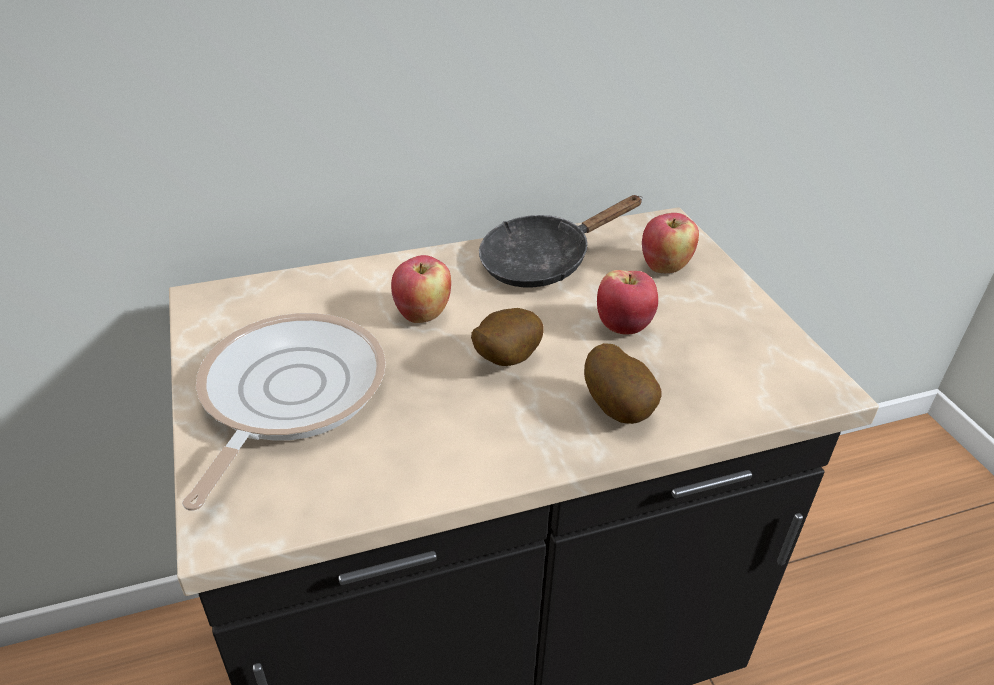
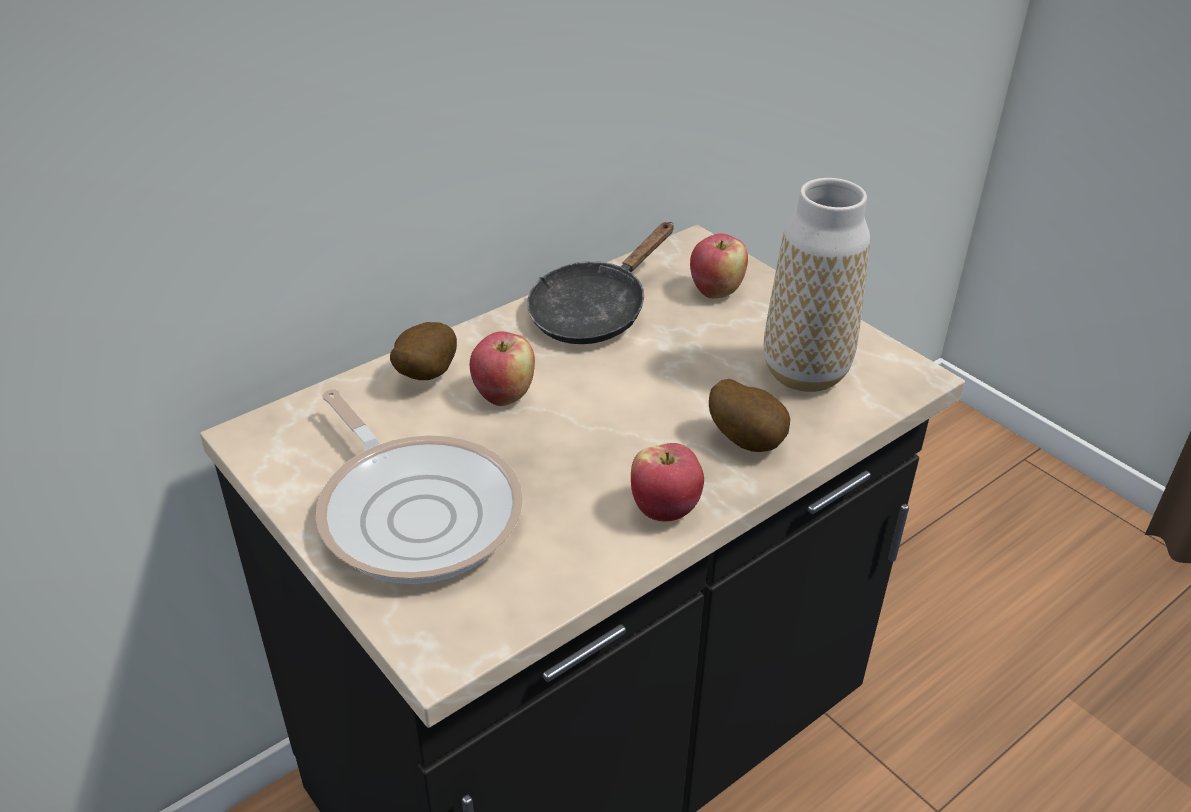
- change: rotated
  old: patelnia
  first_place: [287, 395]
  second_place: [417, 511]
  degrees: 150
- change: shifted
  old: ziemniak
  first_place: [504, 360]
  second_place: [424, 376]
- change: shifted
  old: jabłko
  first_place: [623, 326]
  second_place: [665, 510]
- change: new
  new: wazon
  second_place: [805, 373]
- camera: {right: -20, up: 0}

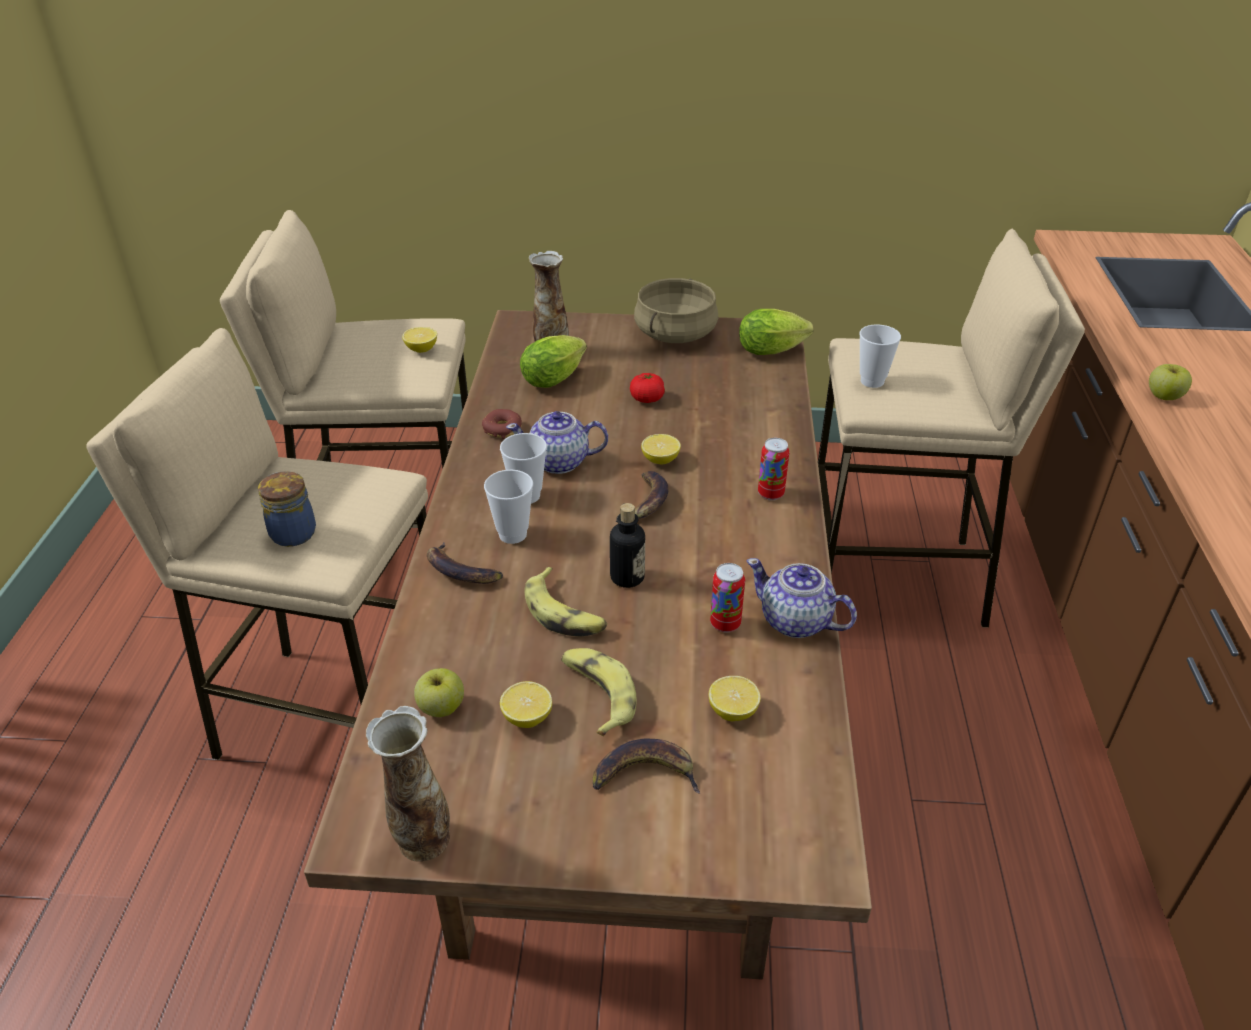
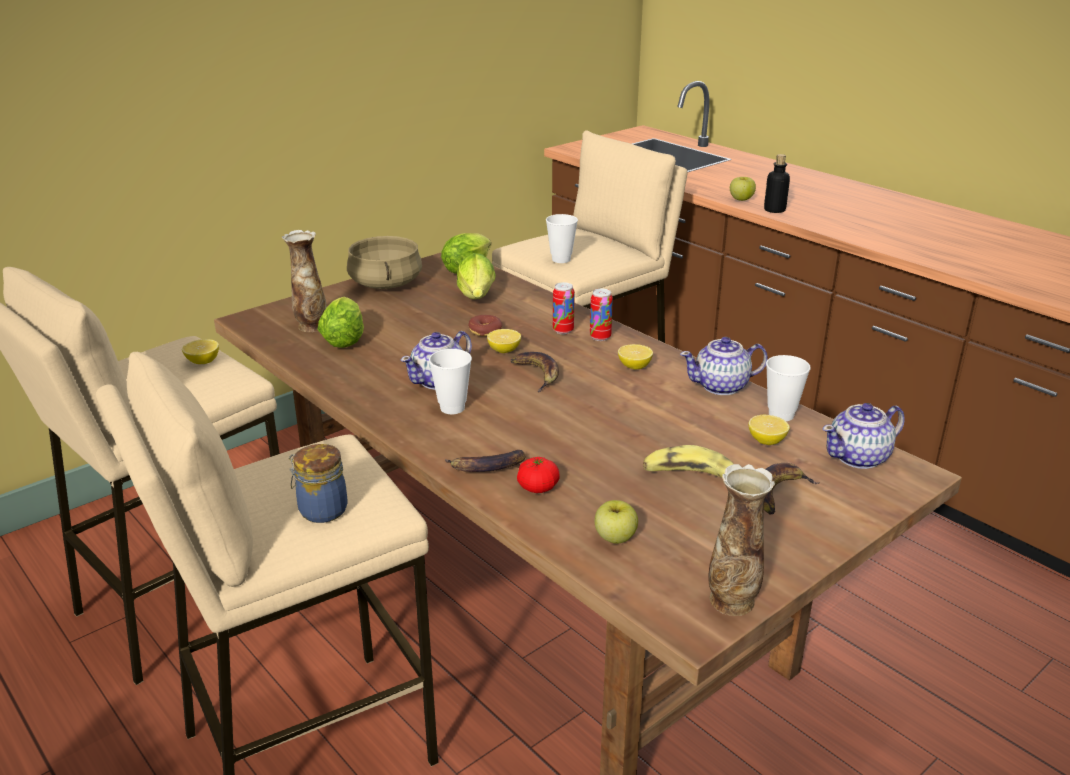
- change: new
  new: sałata
  second_place: [477, 298]
- change: shifted
  old: donut
  first_place: [502, 429]
  second_place: [485, 331]
- change: shifted
  old: pomidor
  first_place: [647, 399]
  second_place: [538, 487]
- change: shifted
  old: puszka
  first_place: [725, 624]
  second_place: [563, 330]
- change: shifted
  old: cytryna
  first_place: [527, 717]
  second_place: [634, 366]
- change: shifted
  old: butelka
  first_place: [627, 577]
  second_place: [774, 210]
- change: shifted
  old: filiżanka
  first_place: [512, 534]
  second_place: [781, 415]
- change: new
  new: imbryk
  second_place: [859, 457]
- change: gone
  old: banan
  first_place: [564, 613]
- camera: {right: -45, up: -10}

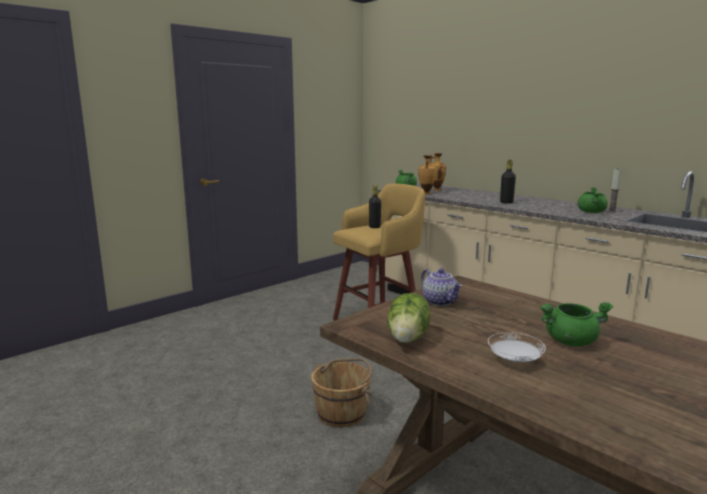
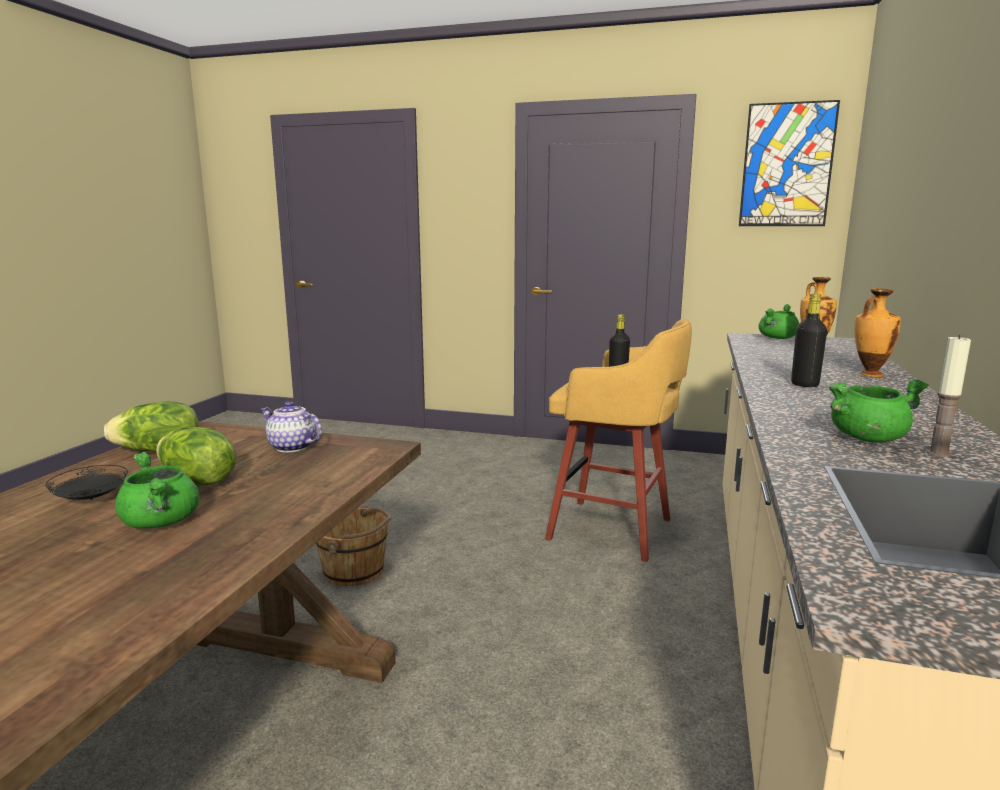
- change: repainted
  old: talerz [biały]
  new: talerz [czarny]
  first_place: [515, 361]
  second_place: [91, 499]
- change: new
  new: sałata
  second_place: [197, 481]
- change: rotated
  old: imbryk
  first_place: [440, 302]
  second_place: [291, 447]
  degrees: 90
- change: new
  new: obraz
  second_place: [787, 165]
- change: shifted
  old: wazon
  first_place: [426, 194]
  second_place: [869, 374]
- camera: {right: 60, up: 0}

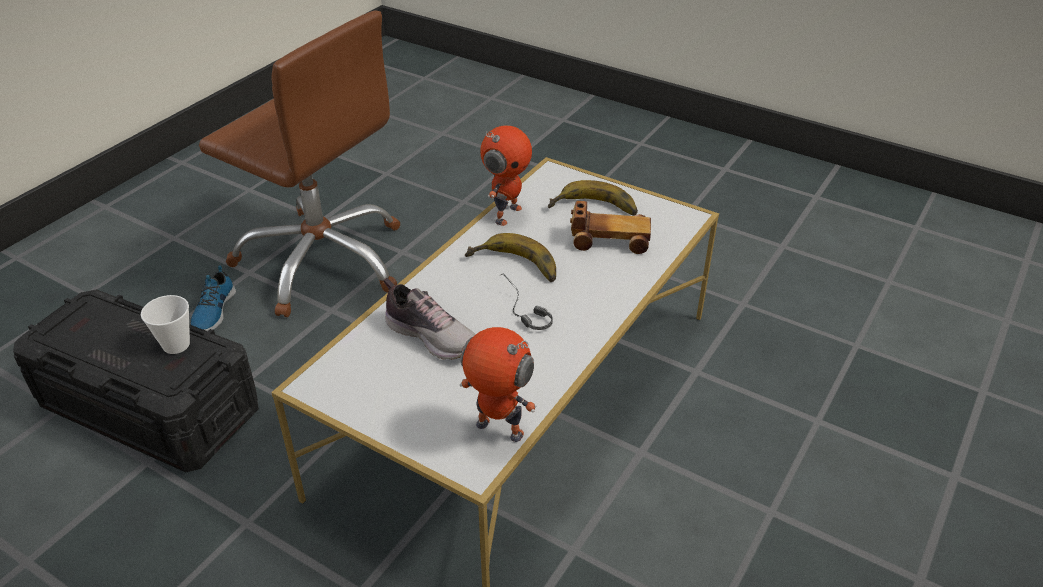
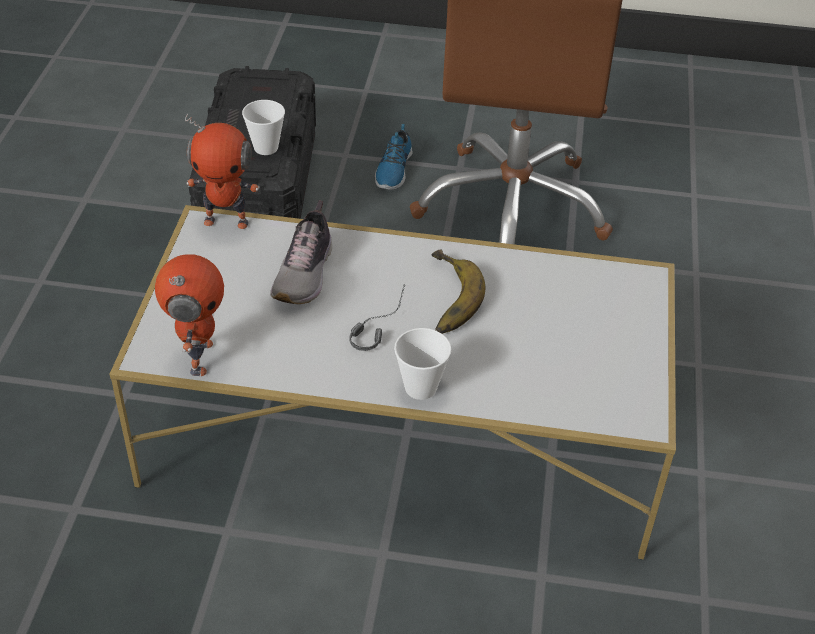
- change: shifted
  old: robot zabawkowy
  first_place: [506, 214]
  second_place: [227, 221]
- change: rotated
  old: but
  first_place: [212, 311]
  second_place: [393, 169]
  degrees: -60
- change: new
  new: filiżanka
  second_place: [420, 387]
- change: gone
  old: banan
  first_place: [593, 210]
- change: gone
  old: samochodzik
  first_place: [609, 239]
- camera: {right: 65, up: 5}

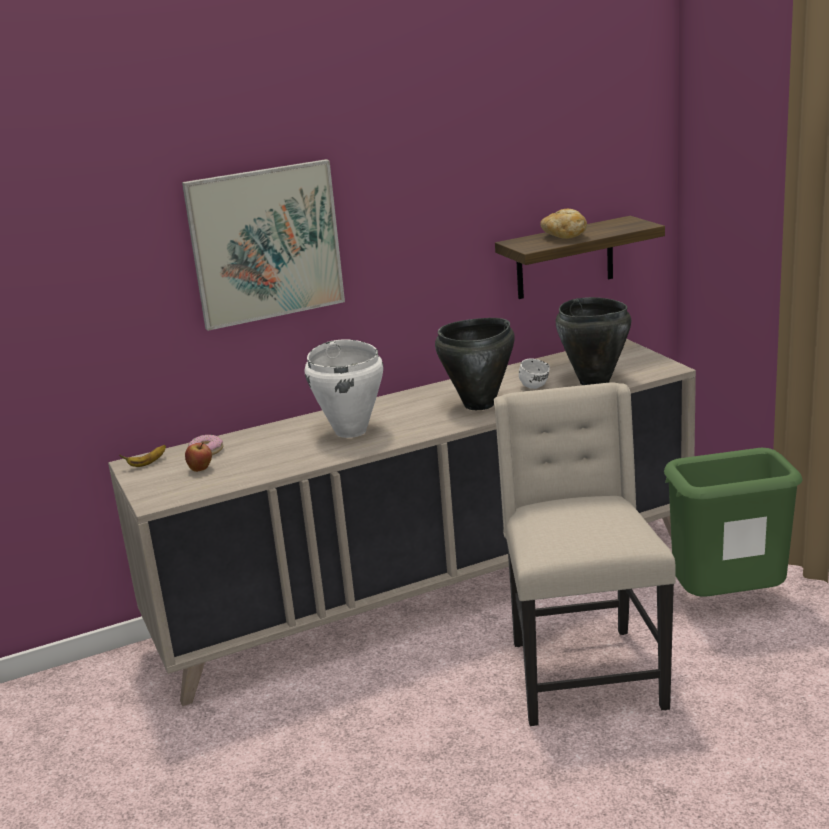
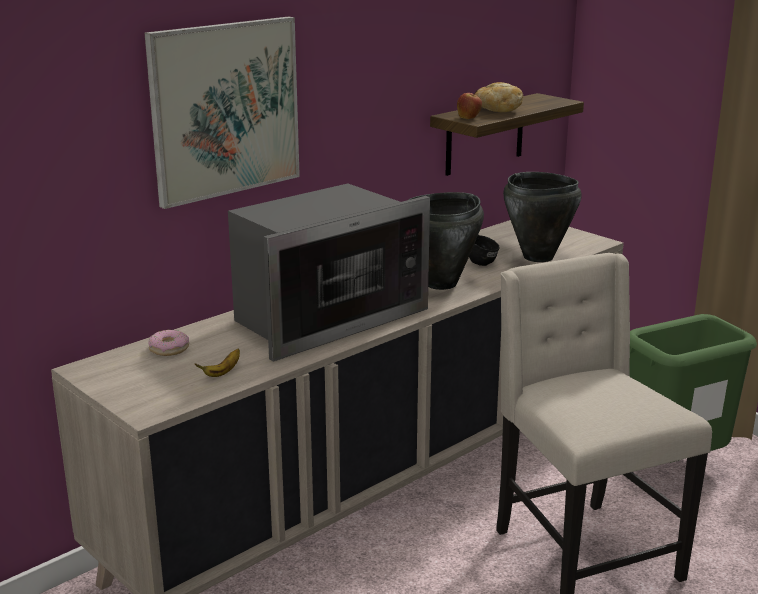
- change: shifted
  old: banan
  first_place: [147, 463]
  second_place: [222, 372]
- change: swapped
  old: garnek [biały]
  new: mikrofalówka
  first_place: [351, 431]
  second_place: [324, 317]
- change: shifted
  old: jabłko
  first_place: [200, 469]
  second_place: [469, 118]
- change: repainted
  old: kubek [biały]
  new: kubek [czarny]
  first_place: [538, 385]
  second_place: [484, 262]
- camera: {right: -20, up: 0}

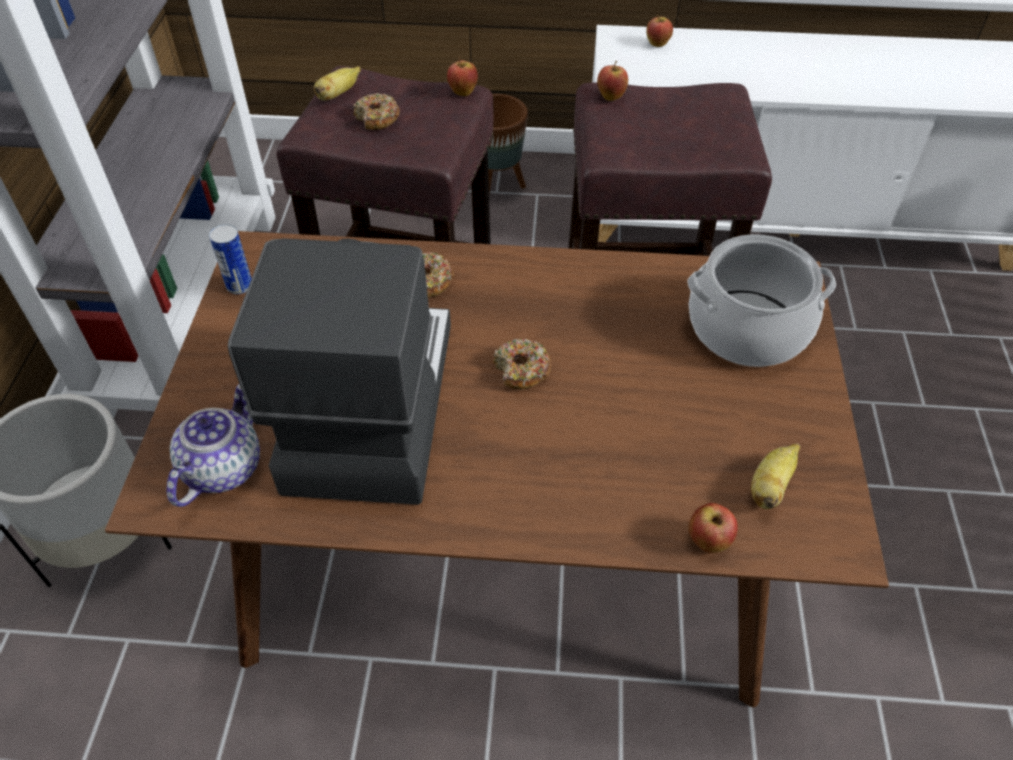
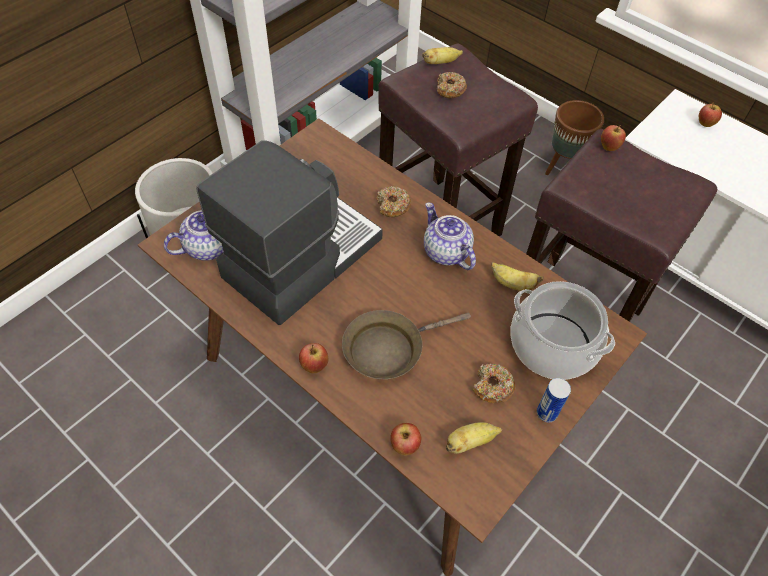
- change: shifted
  old: jabłko
  first_place: [463, 93]
  second_place: [314, 366]
- change: new
  new: patelnia [brązowy]
  second_place: [389, 348]
- change: new
  new: imbryk
  second_place: [445, 252]
- change: shifted
  old: donut
  first_place: [521, 370]
  second_place: [492, 387]
- change: new
  new: banan
  second_place: [512, 284]
- change: shifted
  old: puszka
  first_place: [239, 286]
  second_place: [546, 413]
- camera: {right: 35, up: 5}

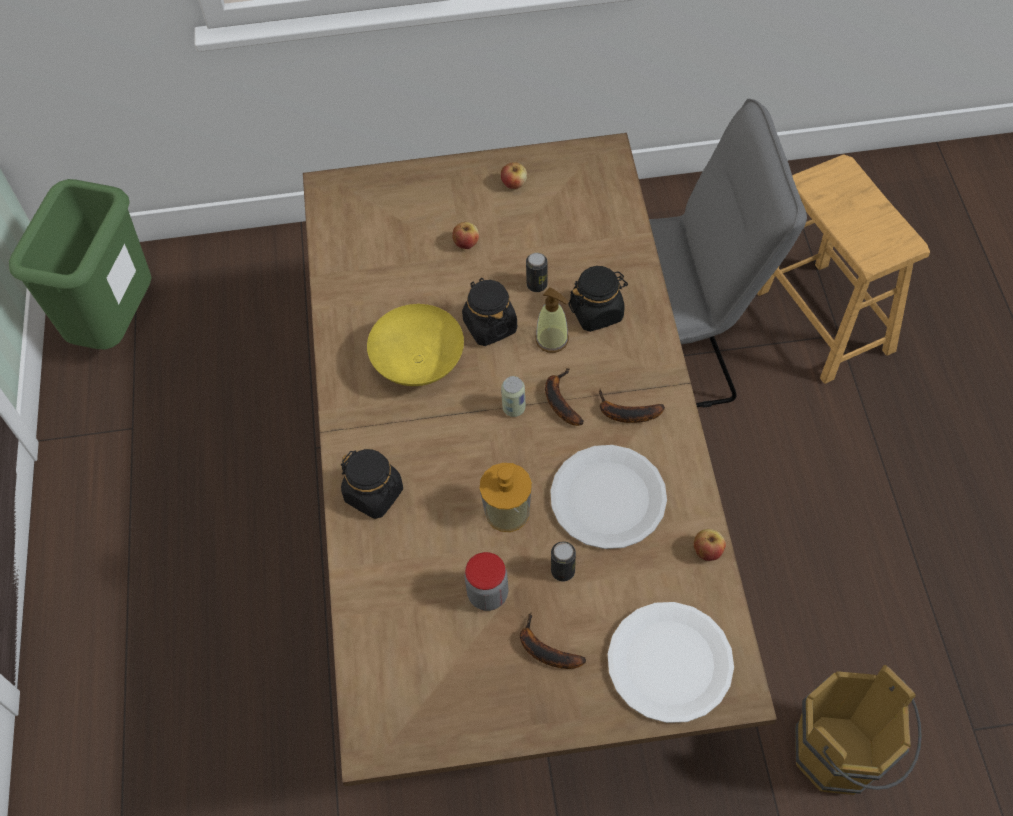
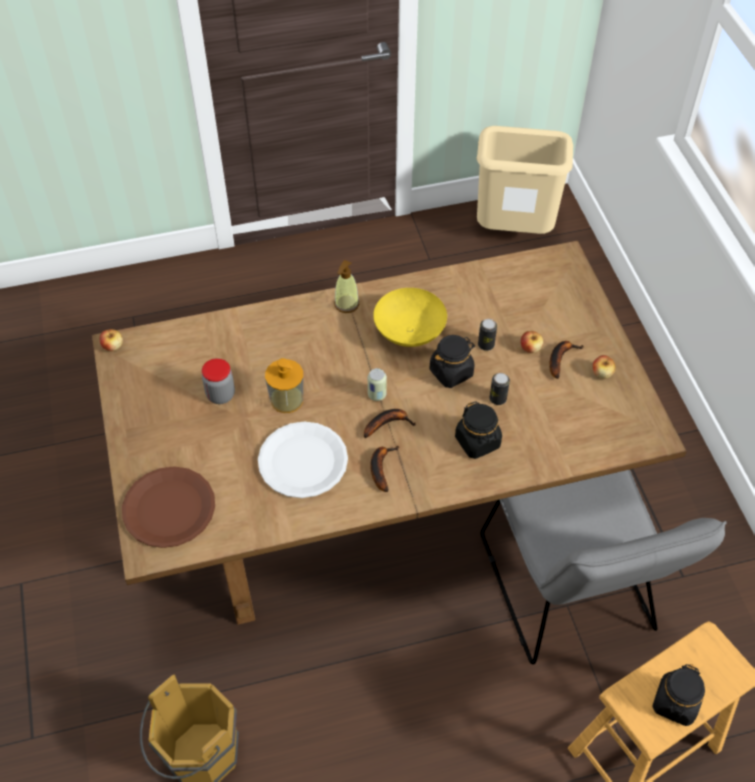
- change: shifted
  old: jabłko
  first_place: [707, 551]
  second_place: [113, 346]
- change: repainted
  old: talerz [biały]
  new: talerz [brązowy]
  first_place: [669, 662]
  second_place: [169, 508]
- change: shifted
  old: dozownik mydła
  first_place: [552, 340]
  second_place: [346, 304]
- change: repainted
  old: kosz na śmieci [zielony]
  new: kosz na śmieci [beżowy]
  first_place: [117, 324]
  second_place: [514, 232]
- change: shifted
  old: puszka
  first_place: [563, 571]
  second_place: [486, 345]
- change: shifted
  old: banan
  first_place: [544, 650]
  second_place: [560, 358]
- change: shifted
  old: słoik [czarny]
  first_place: [374, 494]
  second_place: [675, 703]
- camera: {right: 80, up: -5}

